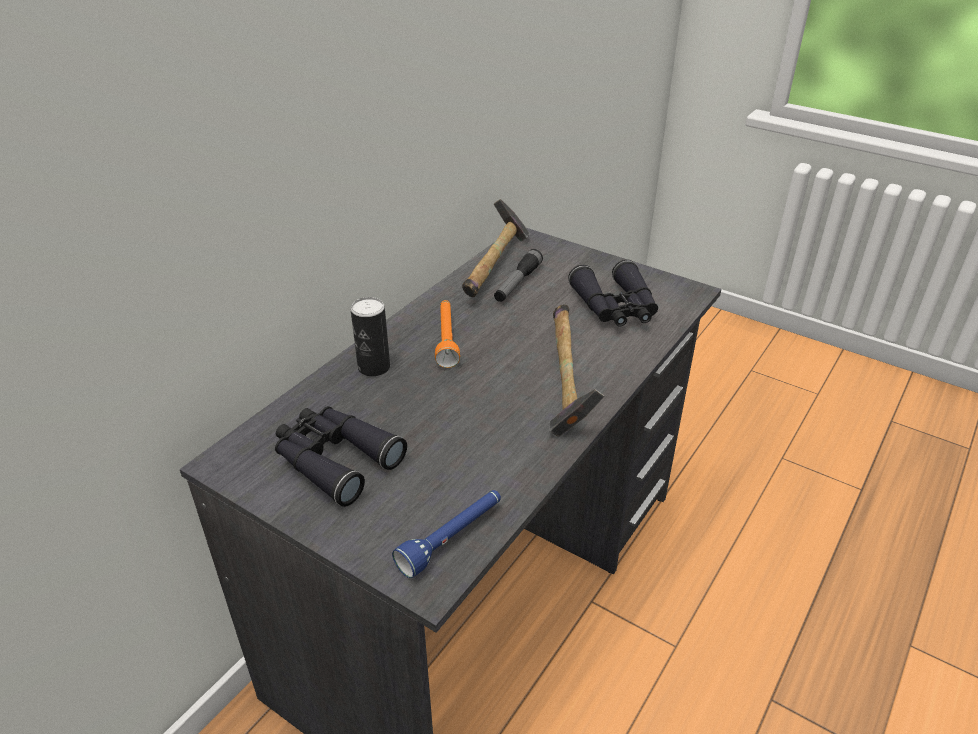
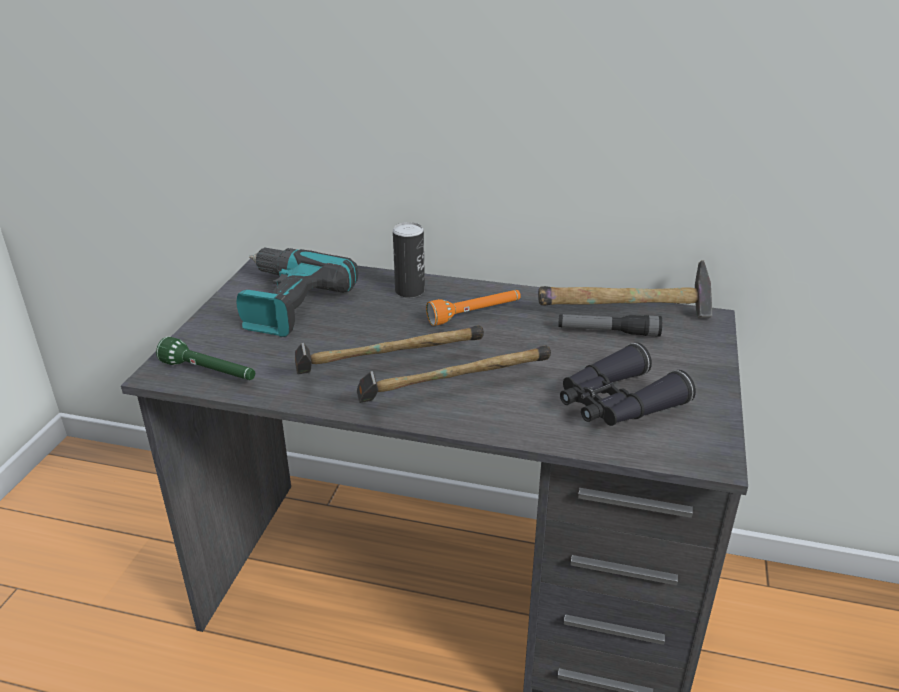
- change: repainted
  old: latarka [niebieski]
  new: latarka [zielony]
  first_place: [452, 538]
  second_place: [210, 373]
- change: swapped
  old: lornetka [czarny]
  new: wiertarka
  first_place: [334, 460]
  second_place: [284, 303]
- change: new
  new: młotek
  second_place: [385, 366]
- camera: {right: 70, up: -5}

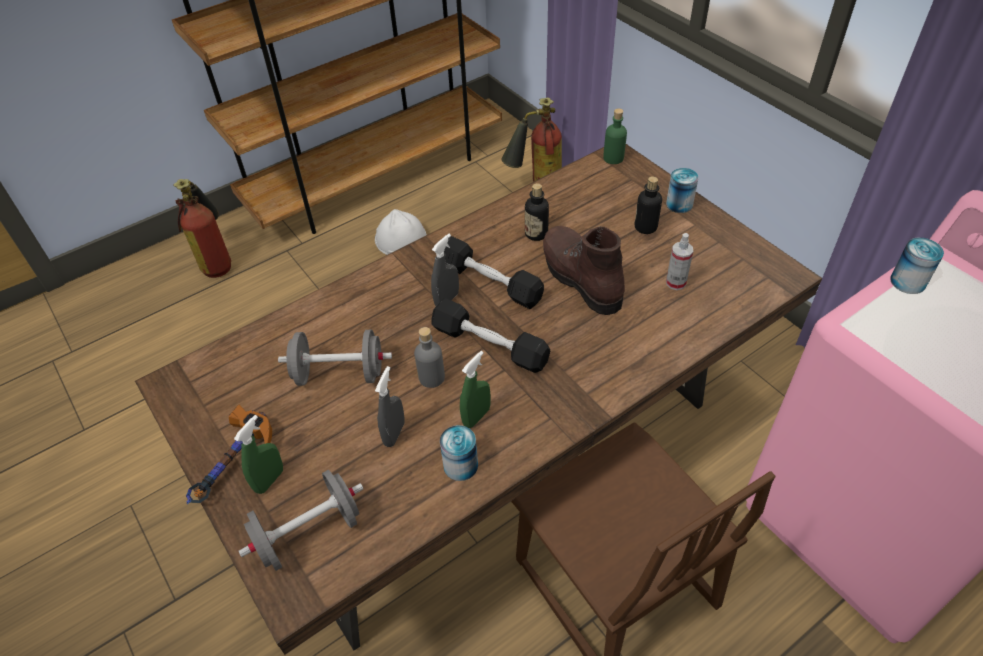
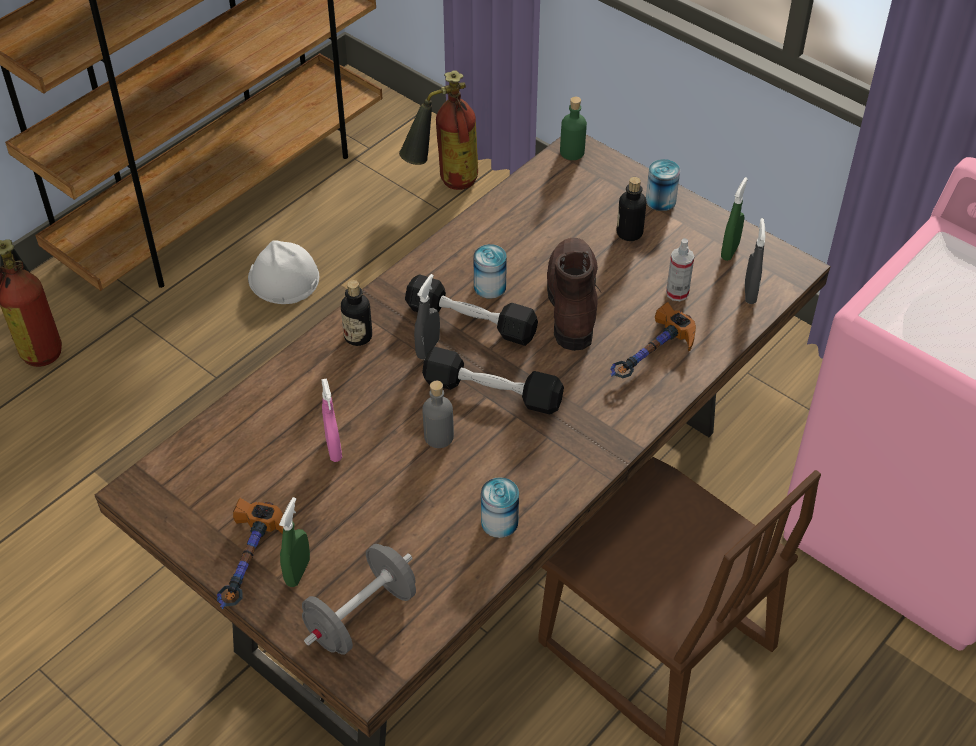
- change: swapped
  old: hantel [szary]
  new: spryskiwacz [różowy]
  first_place: [340, 374]
  second_place: [334, 449]
- change: shifted
  old: butelka
  first_place: [536, 234]
  second_place: [358, 336]
- change: shifted
  old: puszka
  first_place: [908, 281]
  second_place: [490, 286]
- change: rotated
  old: but z cholewką [brązowy]
  first_place: [580, 278]
  second_place: [571, 303]
  degrees: 45
- change: new
  new: młotek
  second_place: [651, 357]
- change: shifted
  old: spryskiwacz [zielony]
  first_place: [476, 417]
  second_place: [730, 251]
- change: shifted
  old: spryskiwacz [szary]
  first_place: [394, 433]
  second_place: [750, 293]
- camera: {right: -15, up: 0}

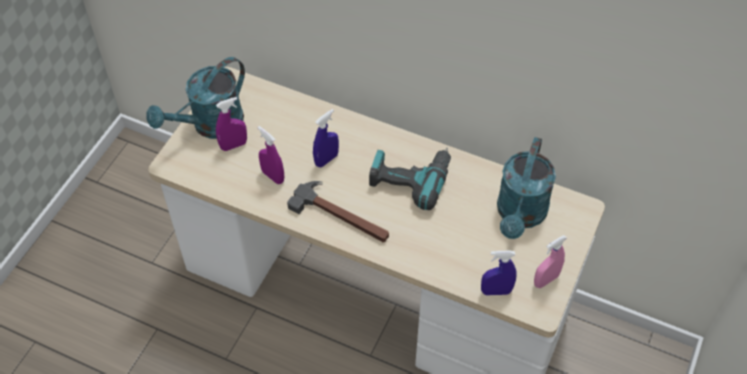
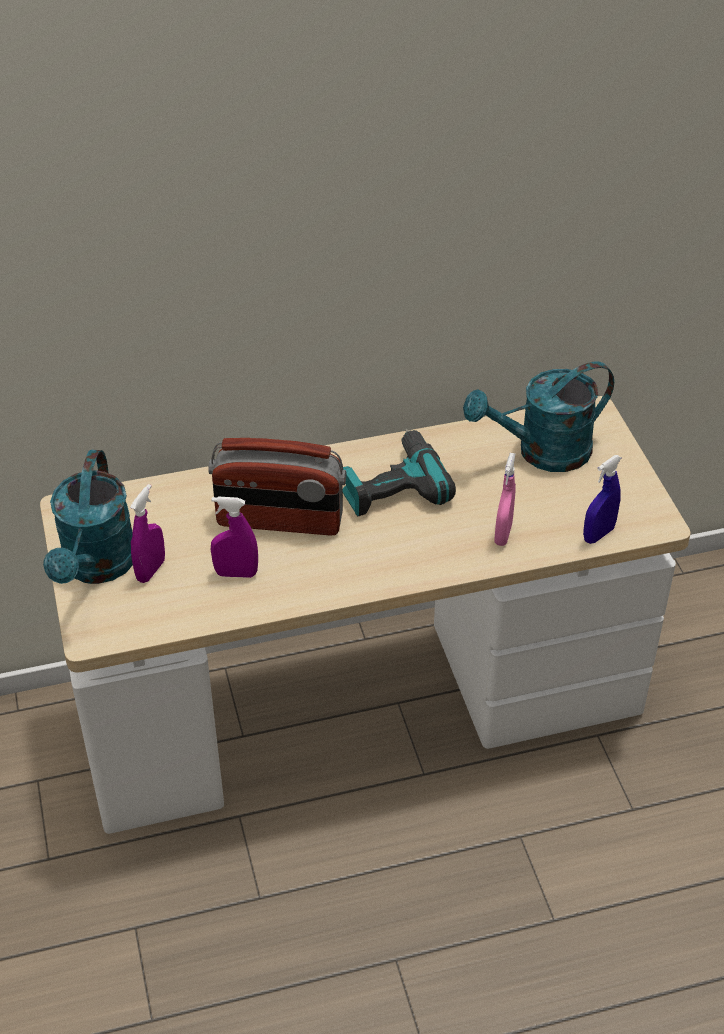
- change: swapped
  old: spryskiwacz [niebieski]
  new: radio
  first_place: [326, 160]
  second_place: [279, 521]
- change: rotated
  old: konewka [turkusowy]
  first_place: [520, 215]
  second_place: [542, 453]
  degrees: 90
- change: shifted
  old: spryskiwacz [różowy]
  first_place: [546, 280]
  second_place: [503, 534]
- change: gone
  old: młotek
  first_place: [341, 216]
- camera: {right: -40, up: -10}

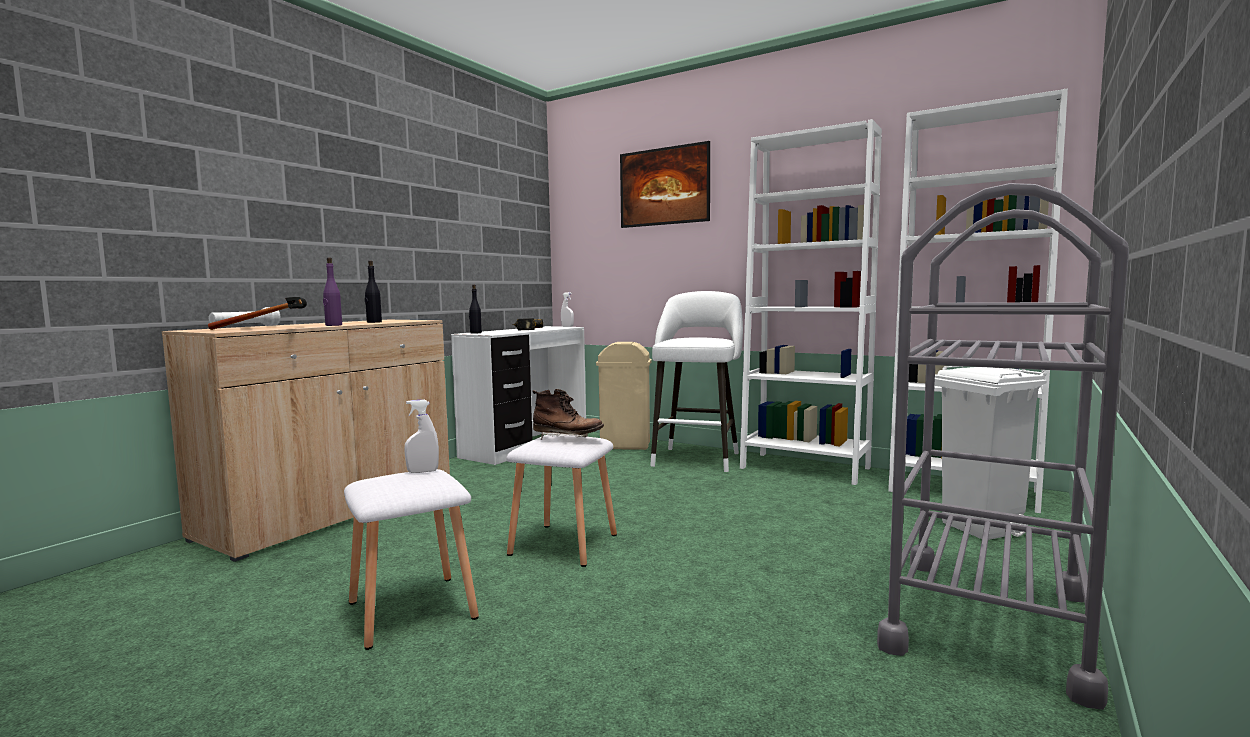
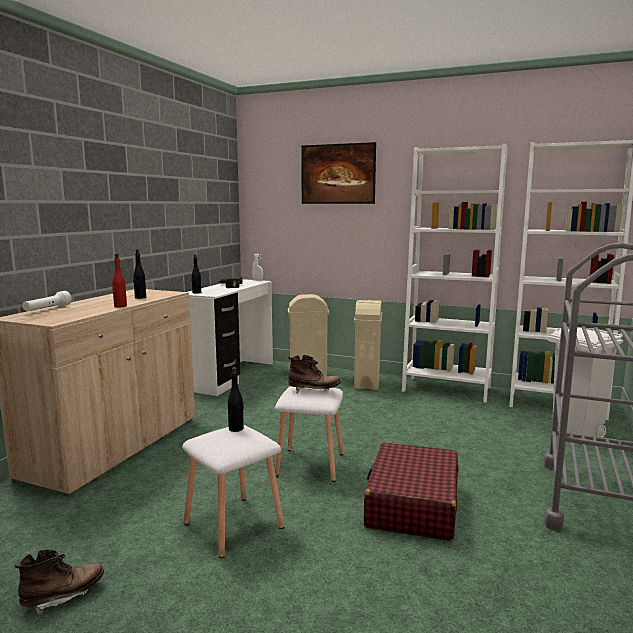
- change: new
  new: but z cholewką [brązowy]
  second_place: [63, 596]
- change: repainted
  old: butelka [fioletowy]
  new: butelka [czerwony]
  first_place: [333, 325]
  second_place: [120, 306]
- change: swapped
  old: spryskiwacz [biały]
  new: butelka [czarny]
  first_place: [422, 471]
  second_place: [236, 428]
- change: swapped
  old: stołek [biały]
  new: kosz na śmieci [beżowy]
  first_place: [697, 458]
  second_place: [367, 383]
- change: new
  new: walizka [czerwony]
  second_place: [412, 505]
- change: gone
  old: młotek
  first_place: [271, 328]
- camera: {right: -10, up: 5}

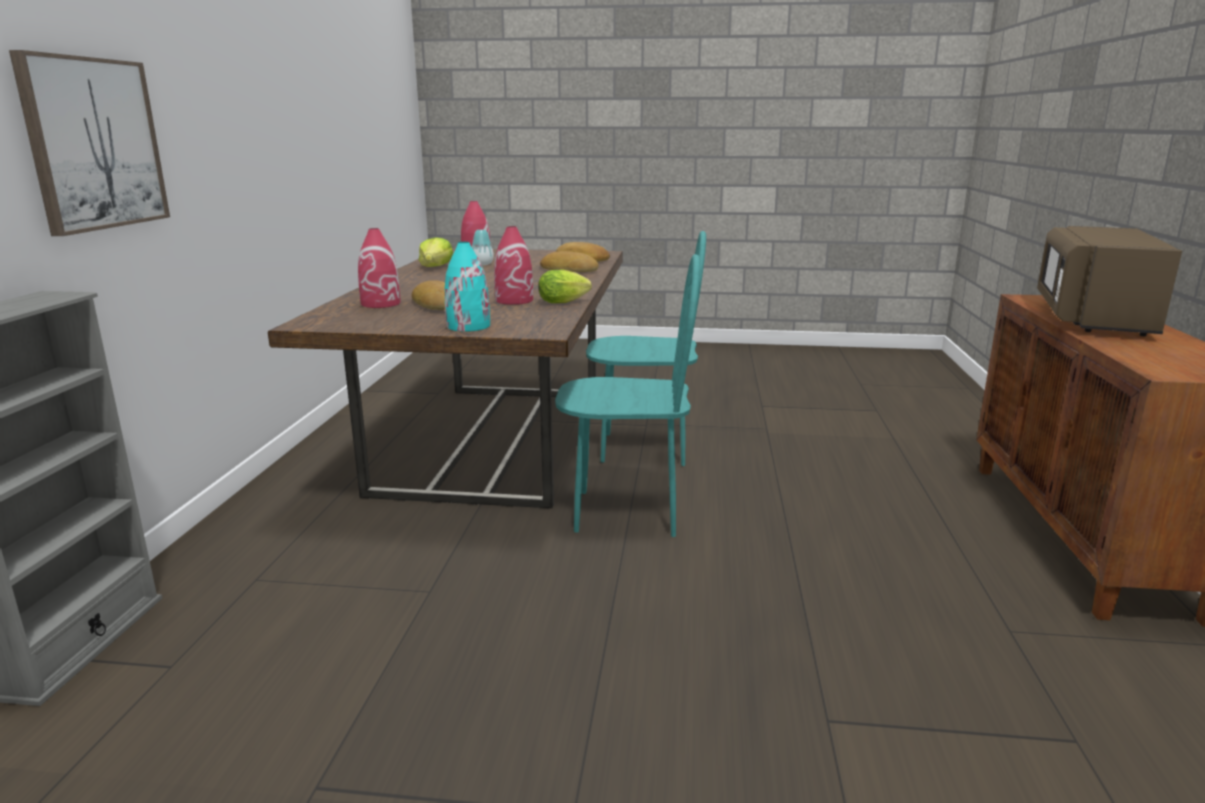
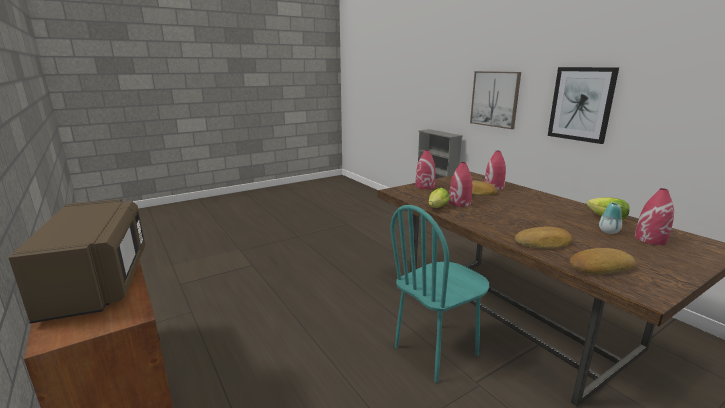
- change: repainted
  old: wazon [turkusowy]
  new: wazon [czerwony]
  first_place: [468, 326]
  second_place: [425, 186]
- change: new
  new: obraz
  second_place: [581, 104]
- change: gone
  old: krzesło [turkusowy]
  first_place: [626, 512]
- camera: {right: 140, up: 0}

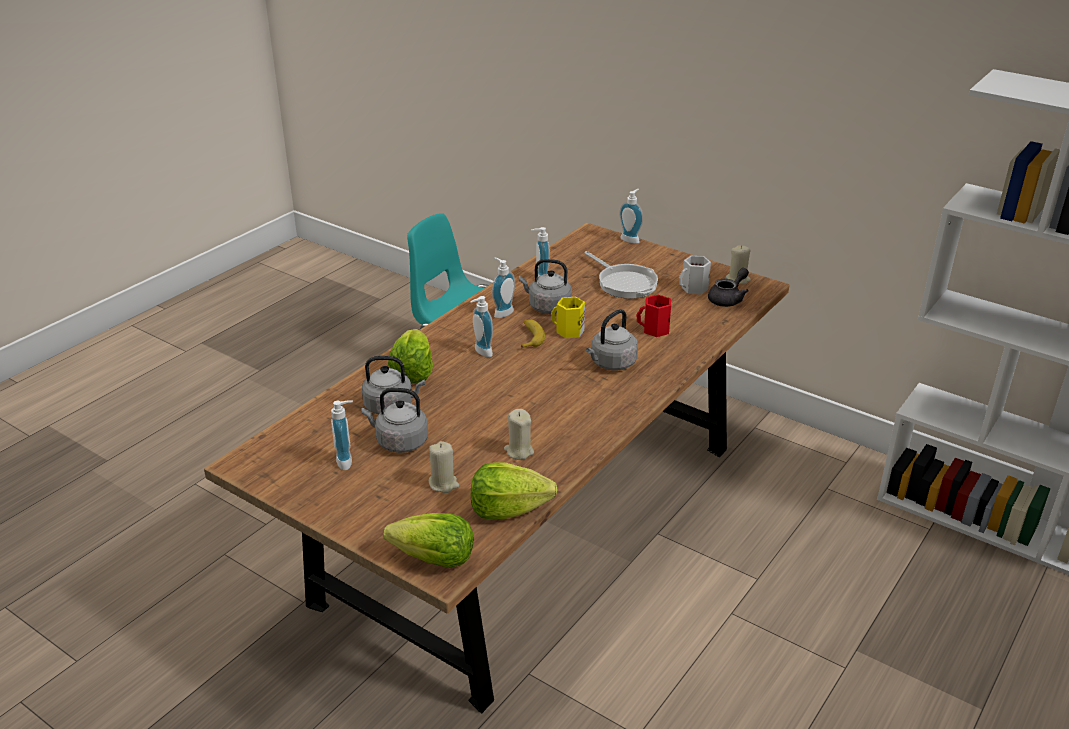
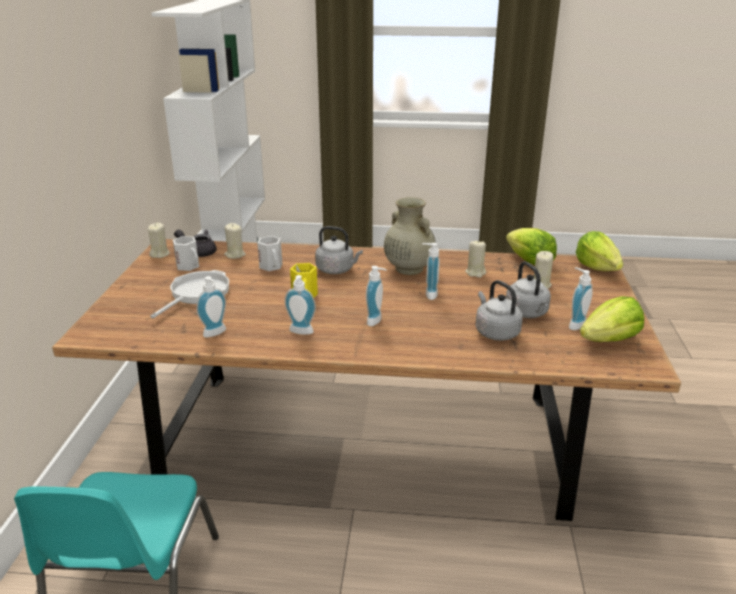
- change: new
  new: świeca [beżowy]
  second_place: [235, 255]
- change: repainted
  old: kubek [czerwony]
  new: kubek [biały]
  first_place: [655, 330]
  second_place: [272, 266]
- change: new
  new: wazon [beżowy]
  second_place: [408, 268]
- change: shifted
  old: dozownik mydła
  first_place: [631, 239]
  second_place: [428, 294]
- change: shifted
  old: sałata
  first_place: [413, 372]
  second_place: [610, 340]
- change: gone
  old: czajnik [szary]
  first_place: [547, 307]
- change: gone
  old: banan
  first_place: [530, 337]
- camera: {right: -120, up: -5}

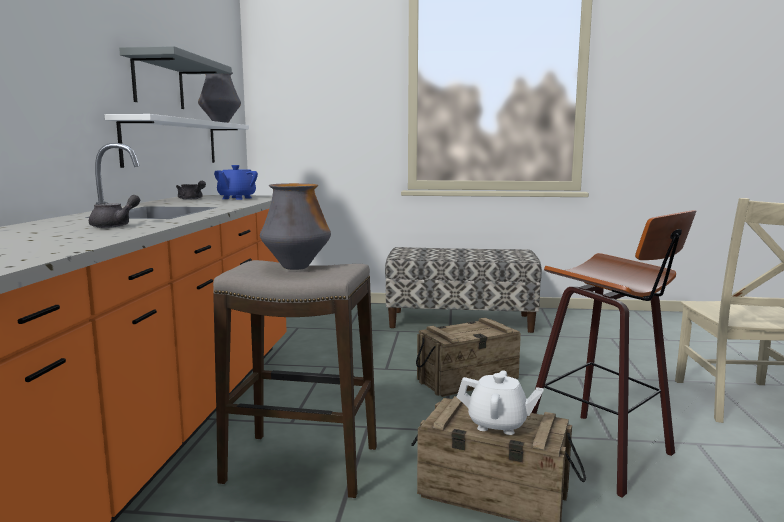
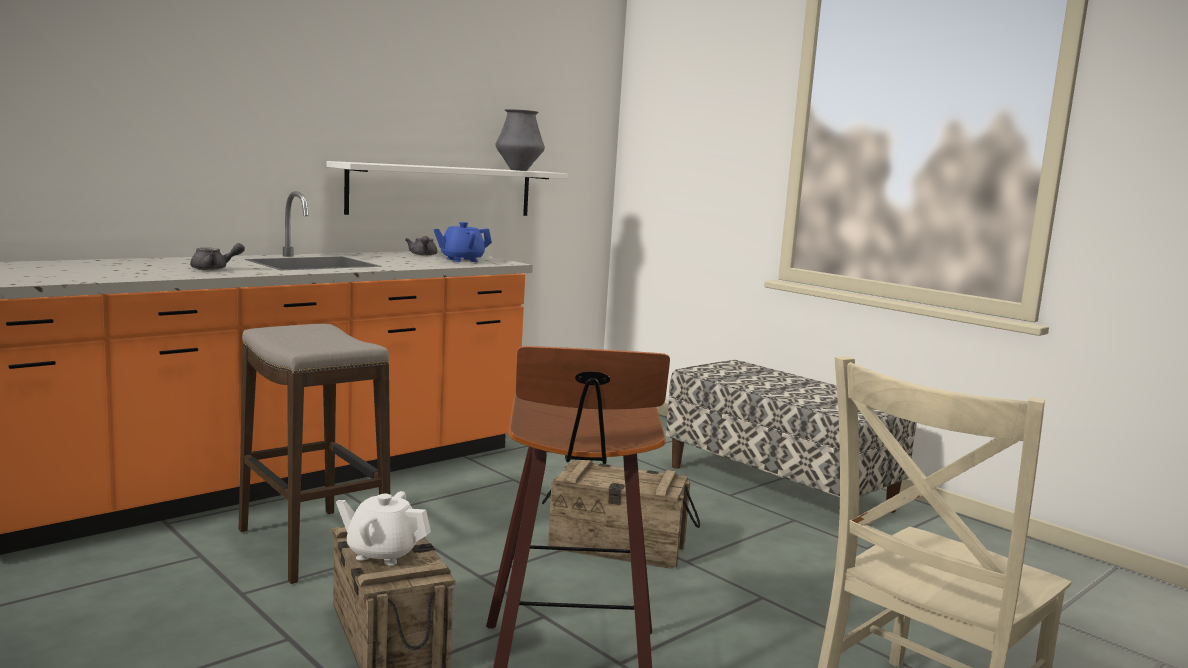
- change: rotated
  old: imbryk [biały]
  first_place: [498, 424]
  second_place: [382, 553]
  degrees: 135
- change: gone
  old: półka [szary]
  first_place: [158, 82]
- change: gone
  old: wazon
  first_place: [296, 267]
- camera: {right: 40, up: 0}

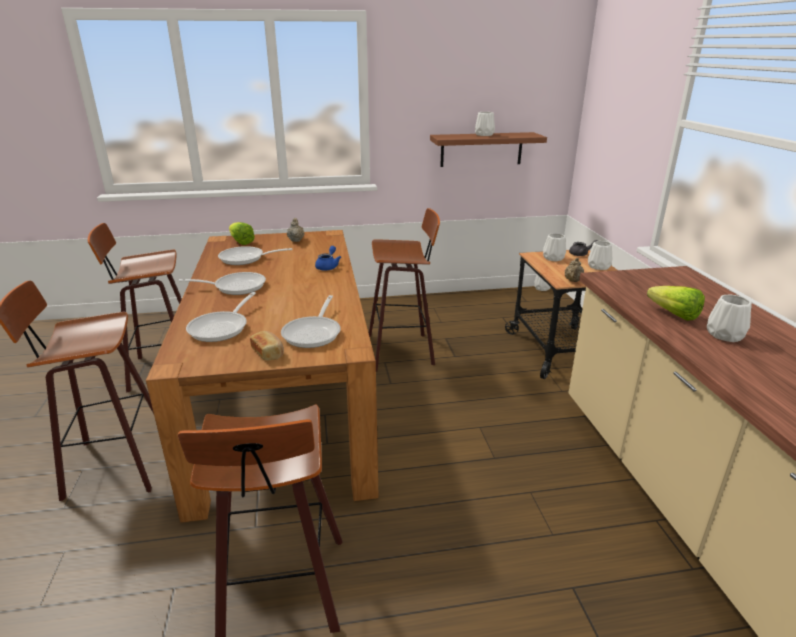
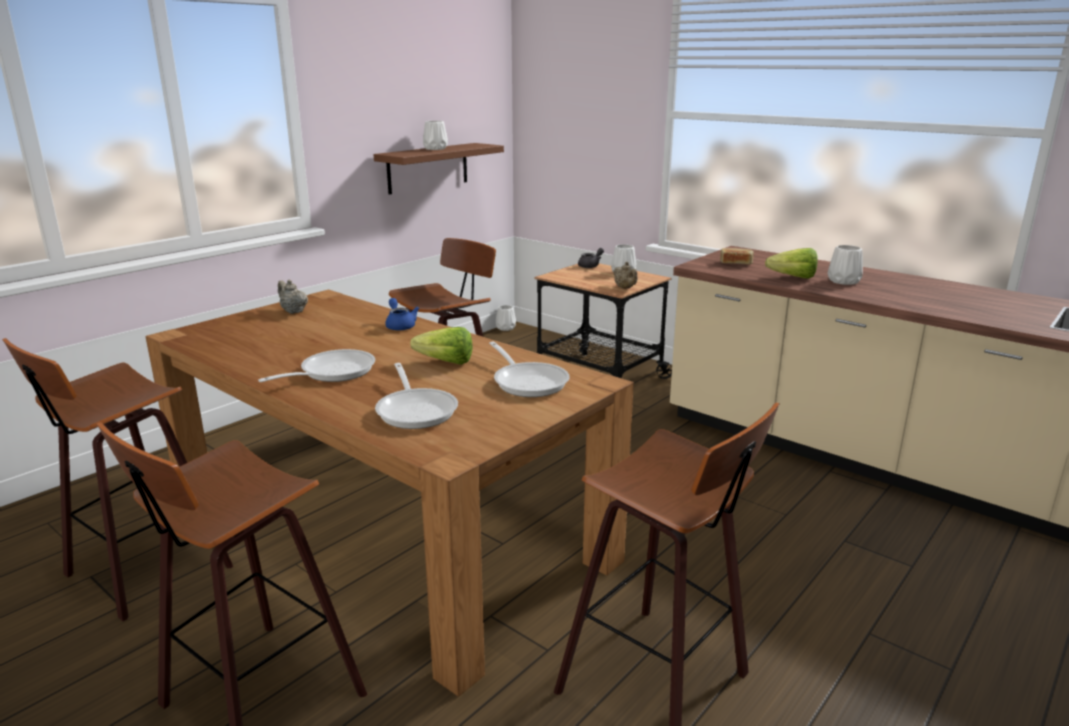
- change: shifted
  old: sałata
  first_place: [240, 241]
  second_place: [441, 362]
- change: shifted
  old: chleb
  first_place: [268, 353]
  second_place: [736, 263]
- change: gone
  old: patelnia
  first_place: [246, 259]
- change: gone
  old: wazon [biały]
  first_place: [553, 258]
- camera: {right: -40, up: -5}

